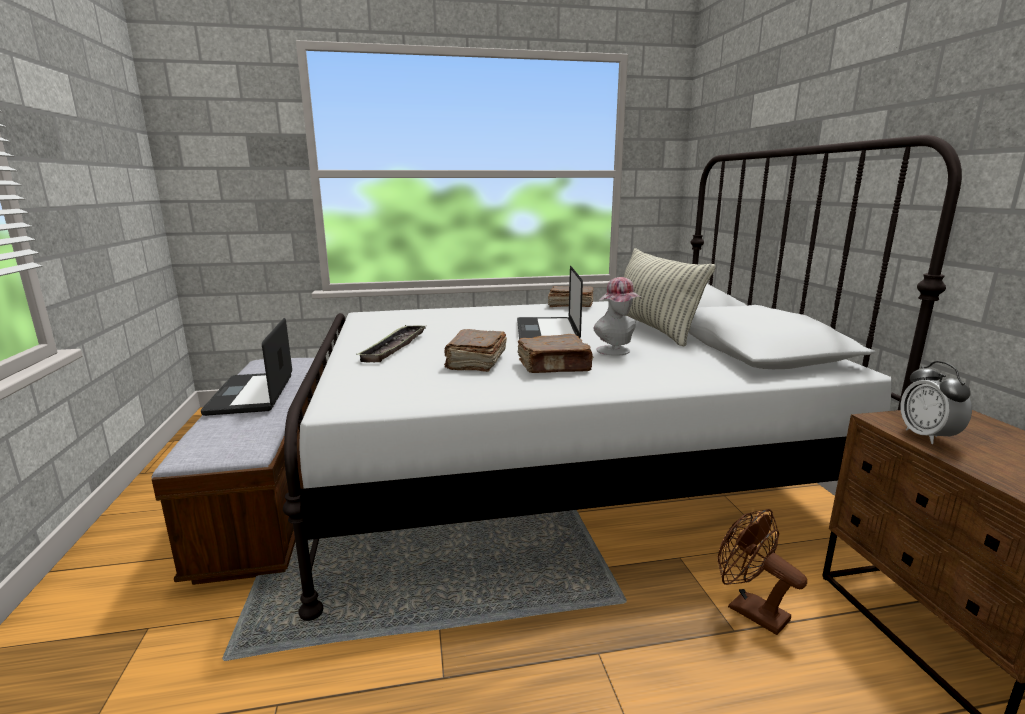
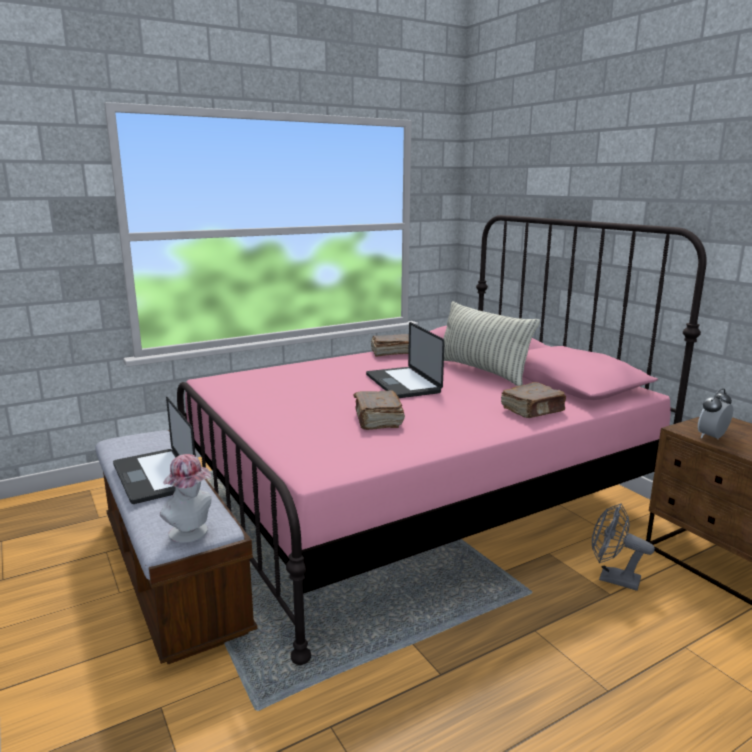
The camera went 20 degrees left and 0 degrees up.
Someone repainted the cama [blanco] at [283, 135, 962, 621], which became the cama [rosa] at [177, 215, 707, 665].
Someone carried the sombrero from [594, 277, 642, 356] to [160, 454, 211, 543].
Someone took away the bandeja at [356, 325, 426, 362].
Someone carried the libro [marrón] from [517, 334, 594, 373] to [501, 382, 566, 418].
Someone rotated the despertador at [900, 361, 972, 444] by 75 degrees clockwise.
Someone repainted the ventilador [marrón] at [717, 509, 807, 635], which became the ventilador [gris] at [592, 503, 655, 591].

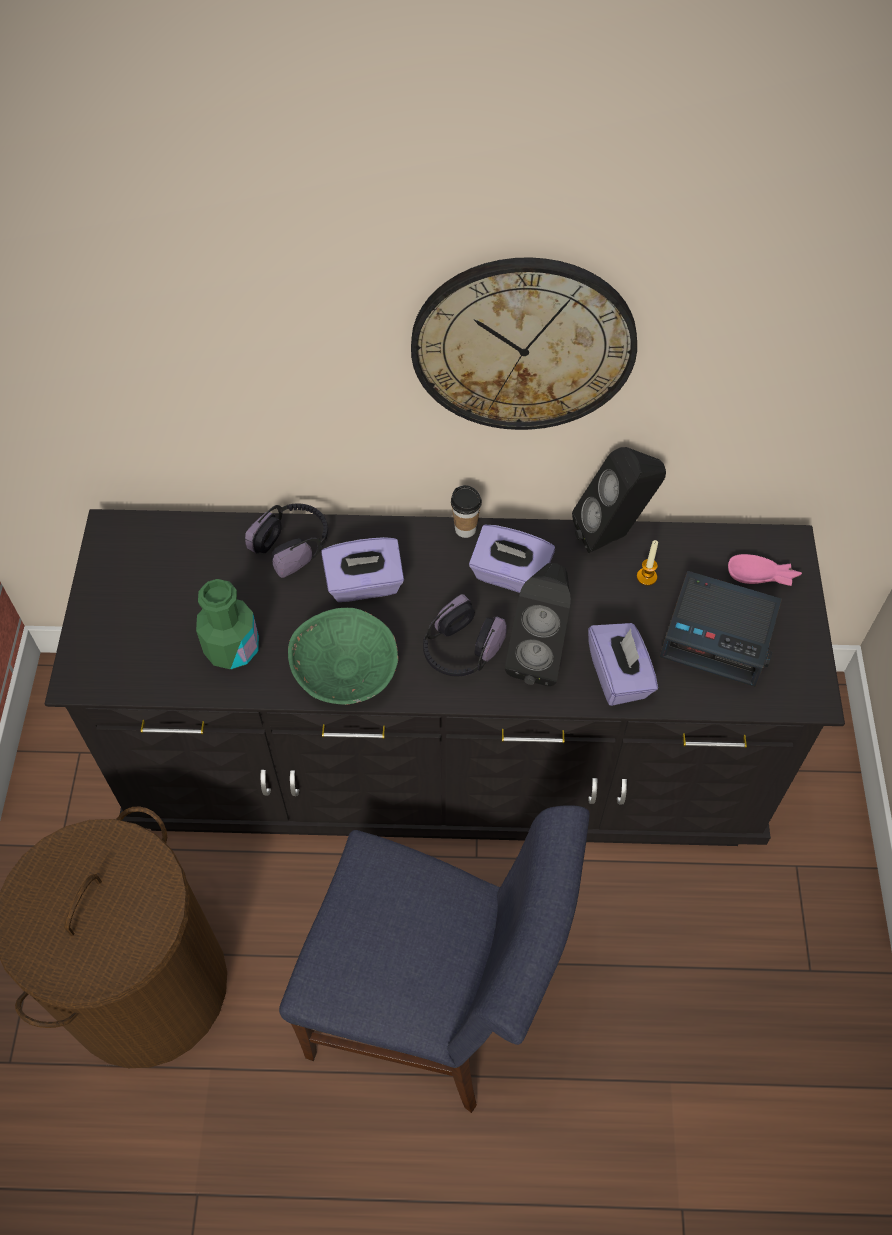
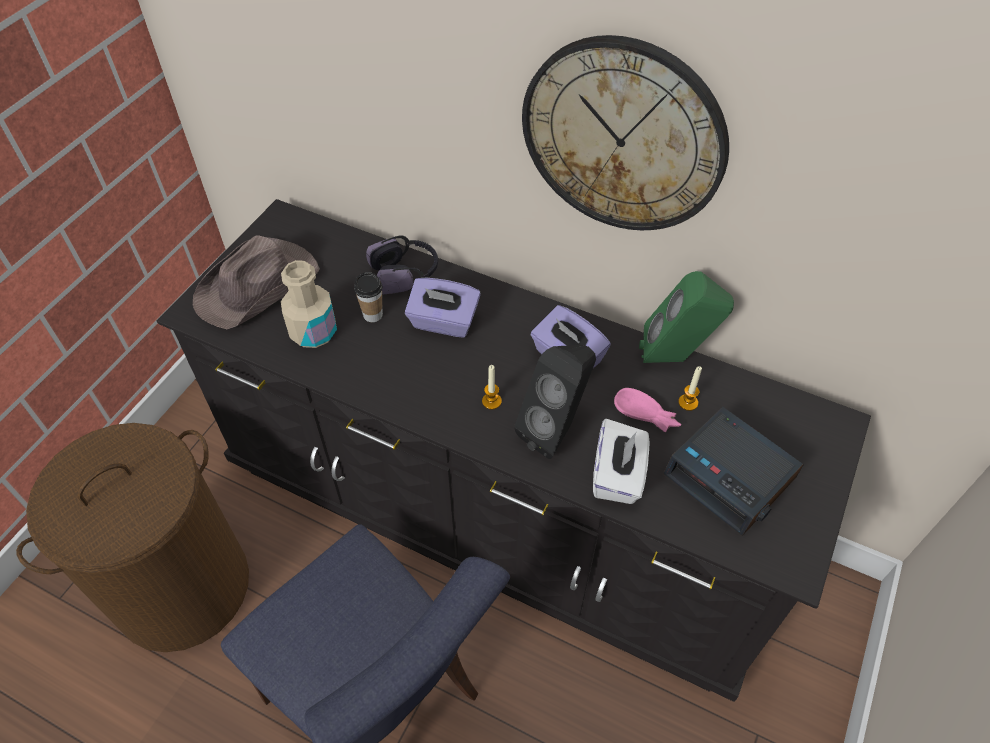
The camera went 25 degrees right and 5 degrees down.
Someone repainted the altavoz [negro] at [572, 447, 666, 553], which became the altavoz [verde] at [639, 271, 734, 363].
Someone carried the taza from [451, 485, 482, 538] to [354, 272, 383, 322].
Someone carried the cuenco [rosa] from [728, 554, 802, 586] to [614, 388, 681, 432].
Someone repainted the botella [verde] at [196, 579, 259, 669], which became the botella [beis] at [281, 260, 337, 348].
Someone swapped the auriculares at [423, 594, 507, 676] for the vela at [482, 365, 502, 410].
Someone took away the cuenco [verde] at [288, 608, 398, 705].
Someone repainted the caja de pañuelos [morado] at [588, 623, 658, 706], which became the caja de pañuelos [blanco] at [593, 419, 650, 504].
Someone put down the sombrero [marrón] at [193, 235, 320, 329].

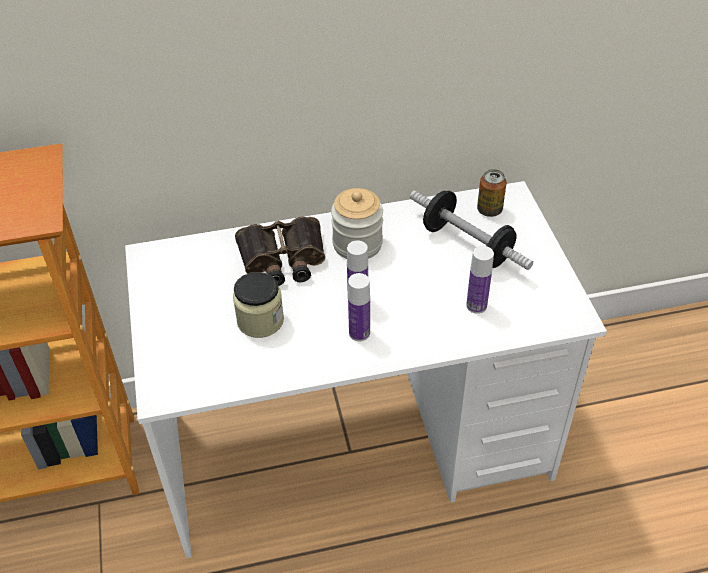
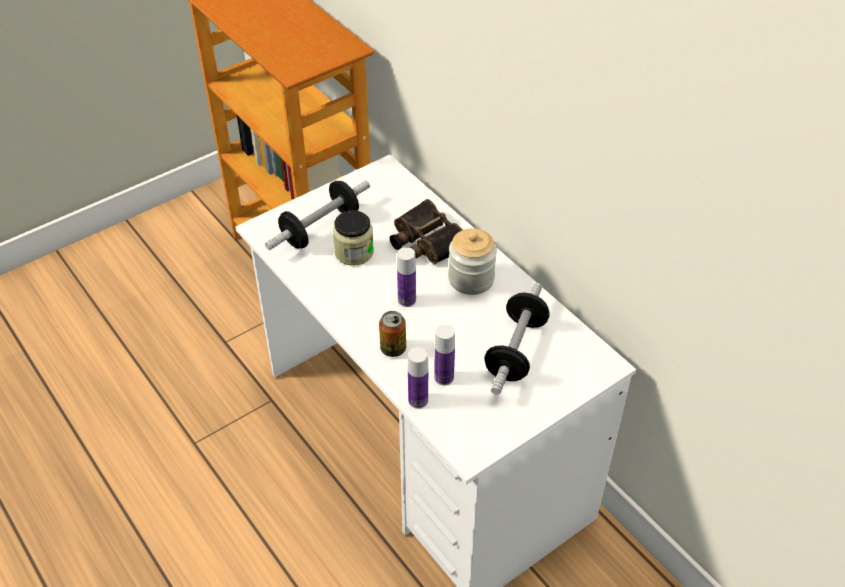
The camera went 65 degrees right and 0 degrees up.
Someone carried the lata from [477, 169, 507, 217] to [379, 311, 406, 357].
Someone carried the botella from [348, 273, 370, 341] to [408, 347, 428, 409].
Someone put down the mancuerna at [265, 180, 370, 250].

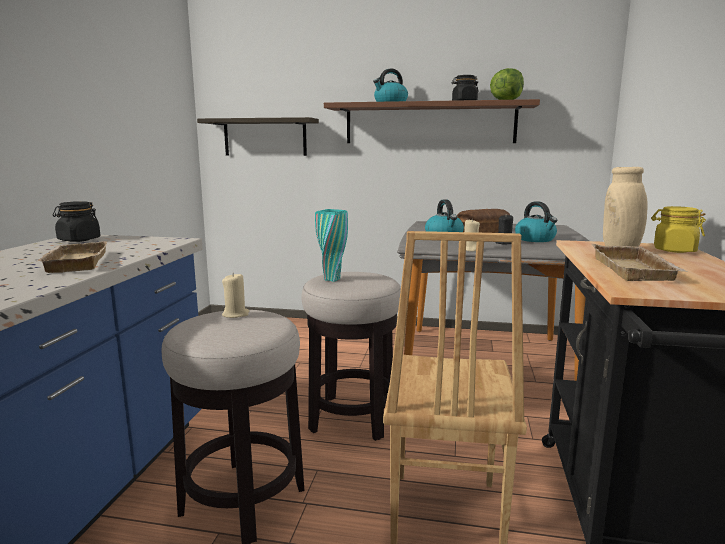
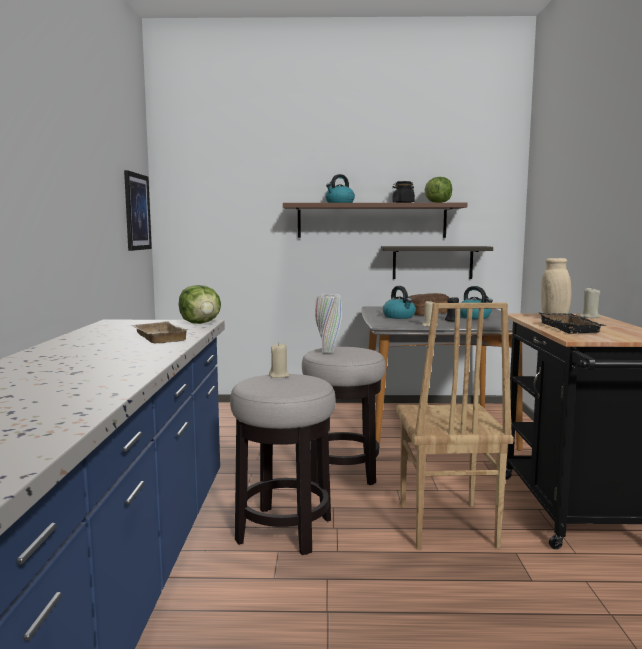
The camera went 10 degrees left and 5 degrees down.
Someone carried the estante from [197, 117, 319, 156] to [381, 246, 493, 279].
Someone took away the tarro [negro] at [53, 201, 101, 242].
Someone swapped the tarro [amarillo] at [651, 206, 706, 253] for the vela [beis] at [579, 287, 600, 318].
Someone repainted the florero [turquesa] at [315, 209, 348, 282], which became the florero [blanco] at [315, 294, 342, 353].
Someone repainted the bandeja [beis] at [592, 244, 687, 281], which became the bandeja [negro] at [539, 313, 605, 334].
Someone put up the cuadro at [124, 170, 152, 251].
Someone put down the lechuga at [179, 285, 221, 324].

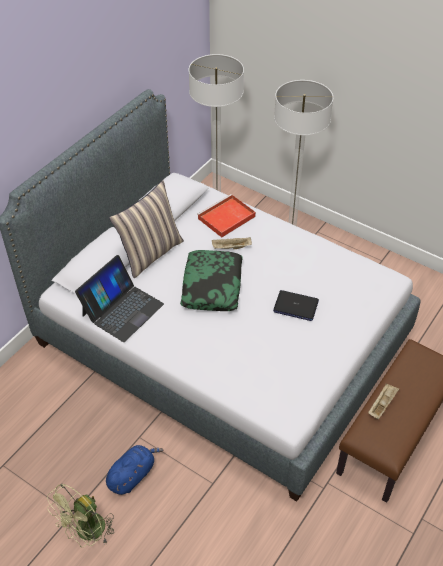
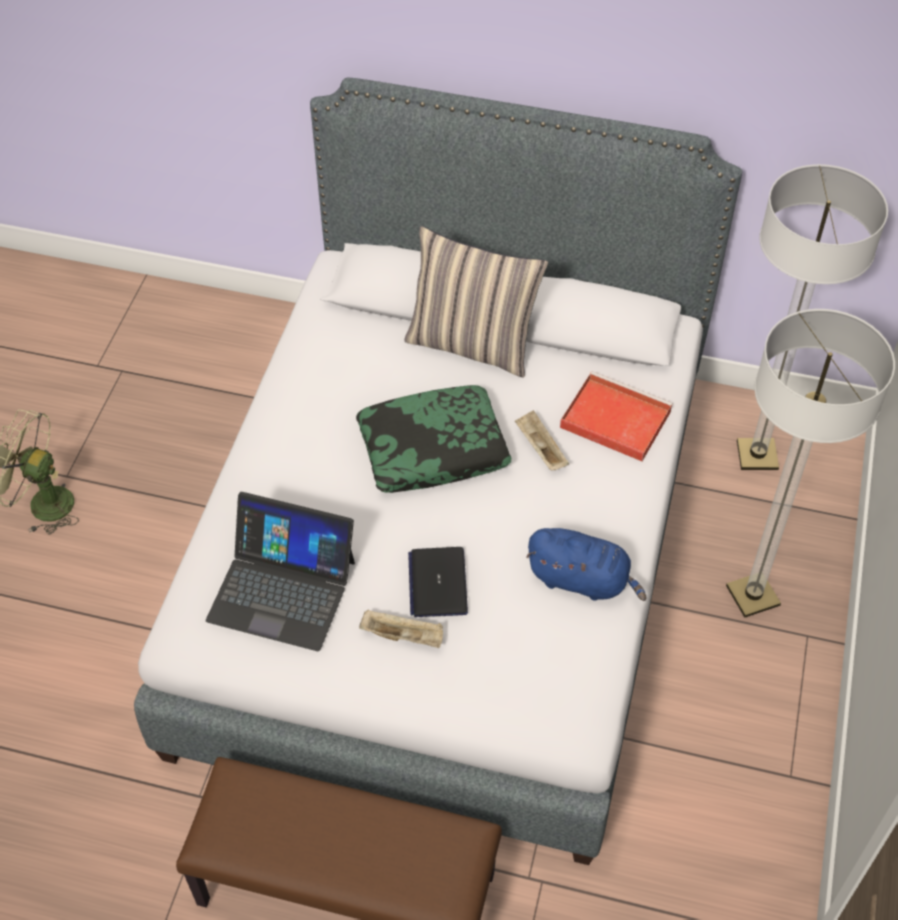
The camera went 70 degrees right and 5 degrees up.
Someone carried the portátil from [75, 255, 164, 342] to [206, 492, 355, 651].
Someone carried the bandeja [beis] from [368, 384, 399, 419] to [359, 609, 443, 648].
Someone carried the peluche [azul] from [106, 445, 163, 495] to [526, 528, 646, 601].

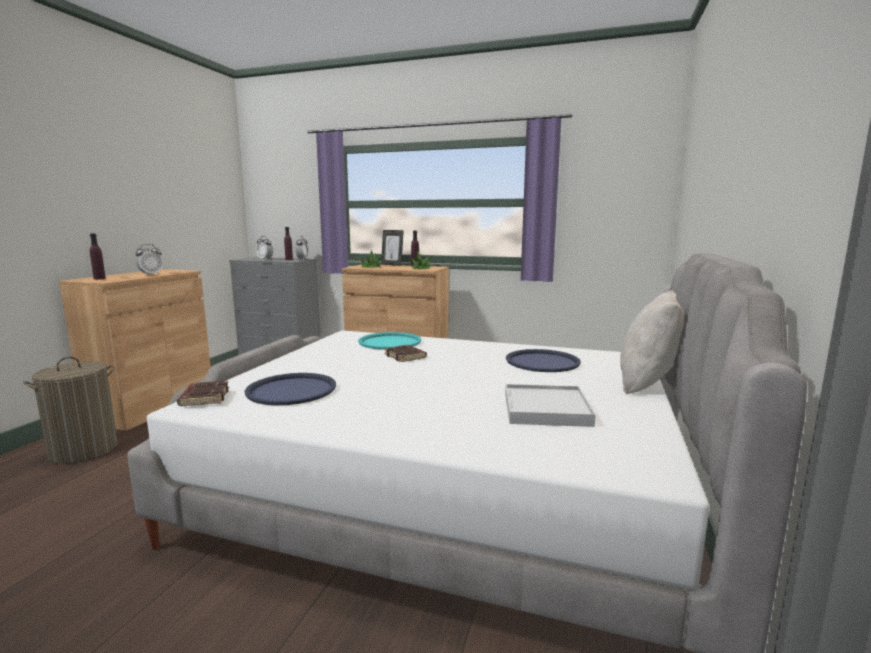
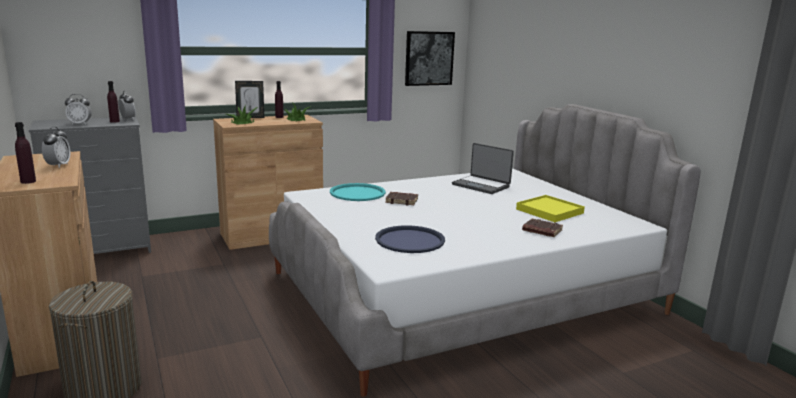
The camera went 45 degrees left and 5 degrees up.
Someone took away the cojín [beis] at [620, 290, 684, 395].
Someone swapped the bandeja [azul] at [506, 349, 581, 372] for the portátil at [452, 143, 514, 194].
Someone carried the libro [marrón] from [177, 381, 229, 406] to [522, 218, 563, 237].
Someone repainted the bandeja [blanco] at [505, 384, 596, 427], which became the bandeja [amarillo] at [516, 195, 585, 222].
Someone put up the cuadro at [405, 31, 455, 86].

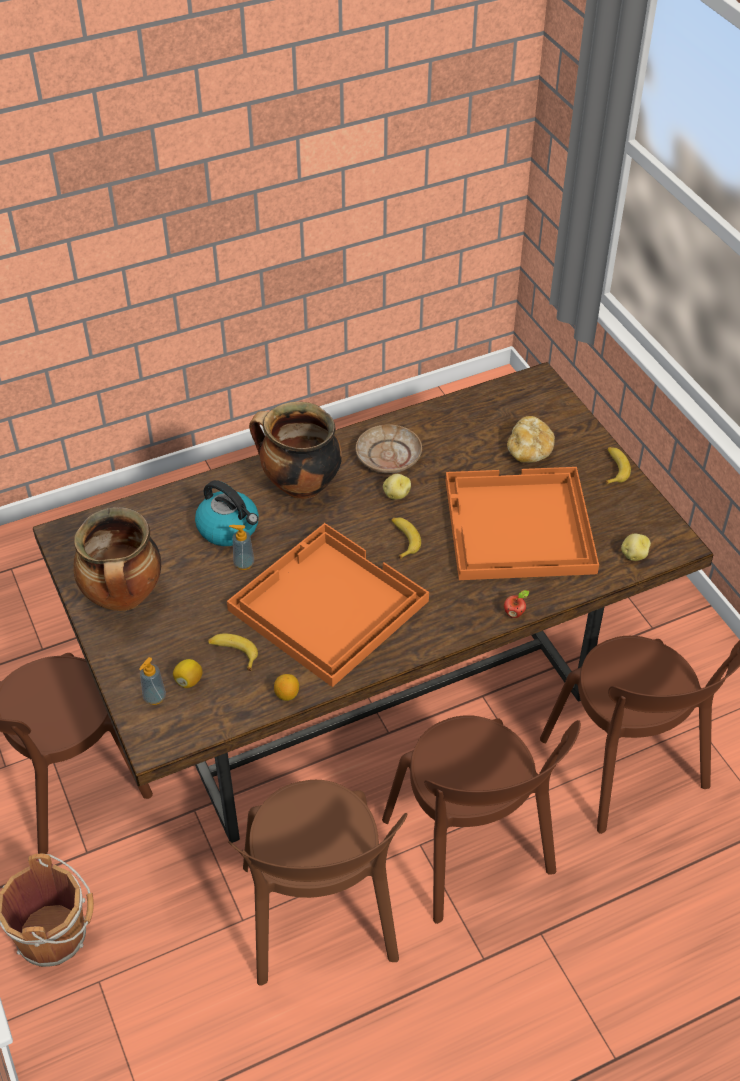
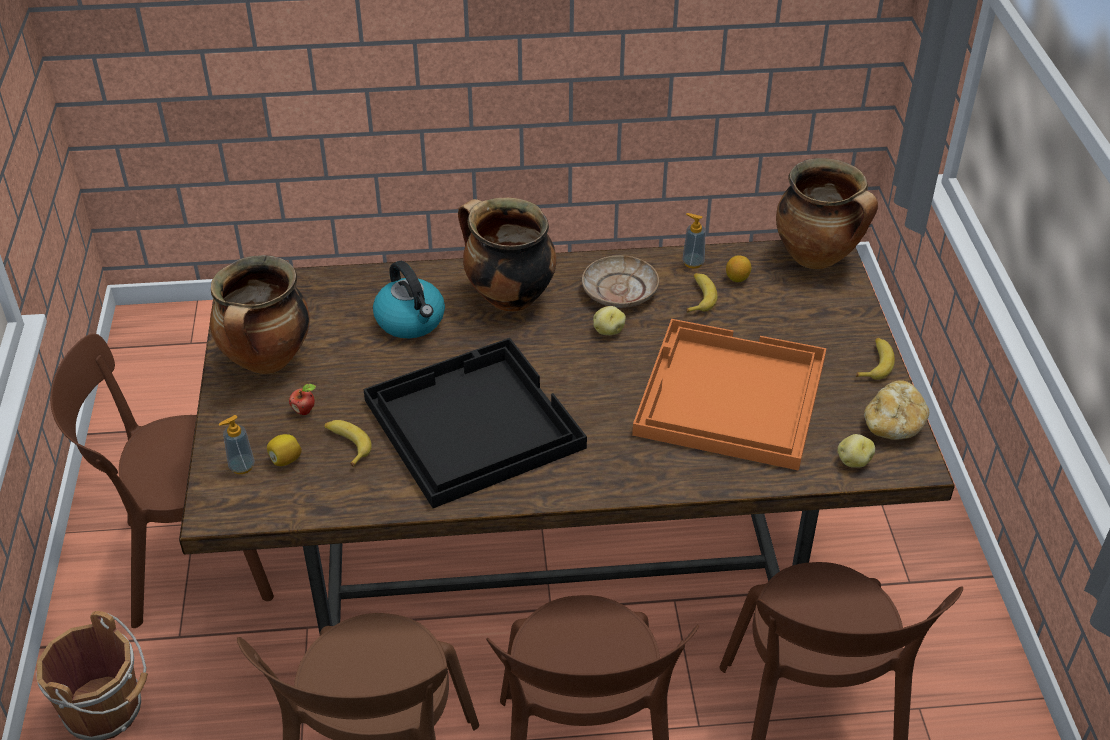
The camera went 20 degrees right and 5 degrees down.
Someone carried the pan from [507, 416, 555, 463] to [864, 381, 929, 440].
Someone carried the plátano from [391, 518, 421, 560] to [687, 273, 717, 313].
Someone repainted the bandeja [naranja] at [227, 523, 429, 687], which became the bandeja [negro] at [363, 338, 587, 508].
Someone carried the dispensador de jabón from [229, 525, 254, 570] to [682, 213, 706, 269].
Someone carried the manzana from [504, 590, 529, 618] to [289, 384, 316, 415].
Someone carried the limón from [274, 674, 299, 701] to [726, 255, 751, 282].
Someone put down the olla at [776, 158, 878, 269].

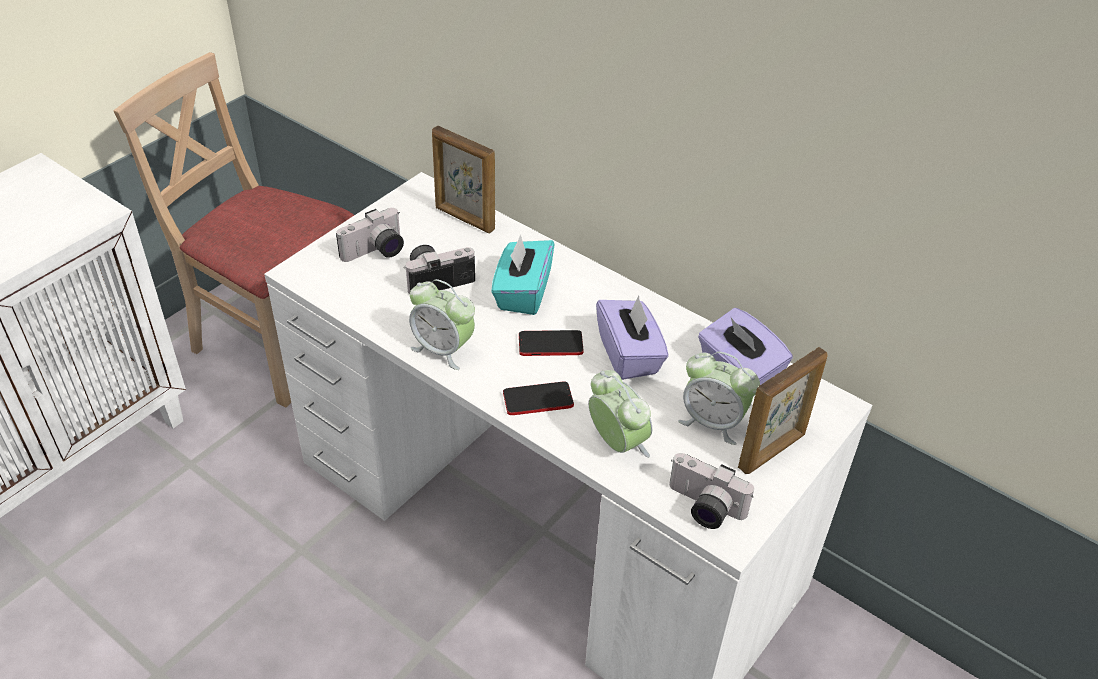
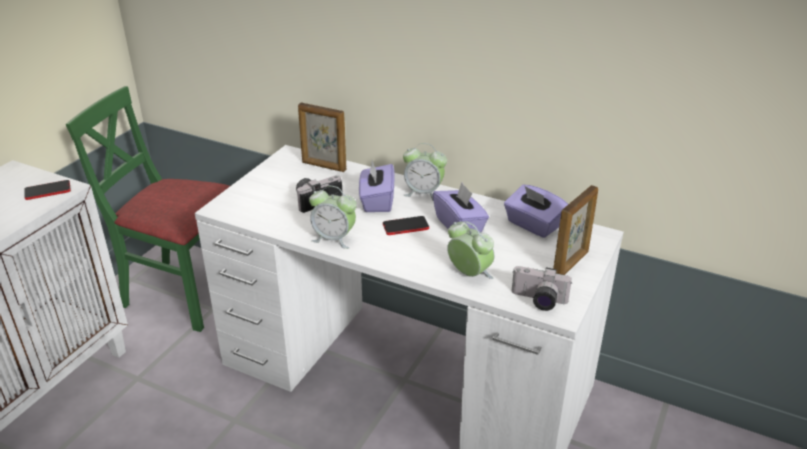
The camera went 10 degrees left and 10 degrees down.
Someone repainted the silla [beis] at [114, 52, 354, 407], which became the silla [verde] at [66, 86, 230, 332].
Someone took away the cámara at [336, 208, 404, 262].
Someone repainted the caja de pañuelos [turquesa] at [491, 234, 555, 315], which became the caja de pañuelos [morado] at [359, 160, 394, 212].
Someone carried the despertador from [678, 352, 760, 445] to [403, 143, 447, 201].
Someone carried the móvil from [503, 382, 574, 415] to [24, 180, 71, 200].

